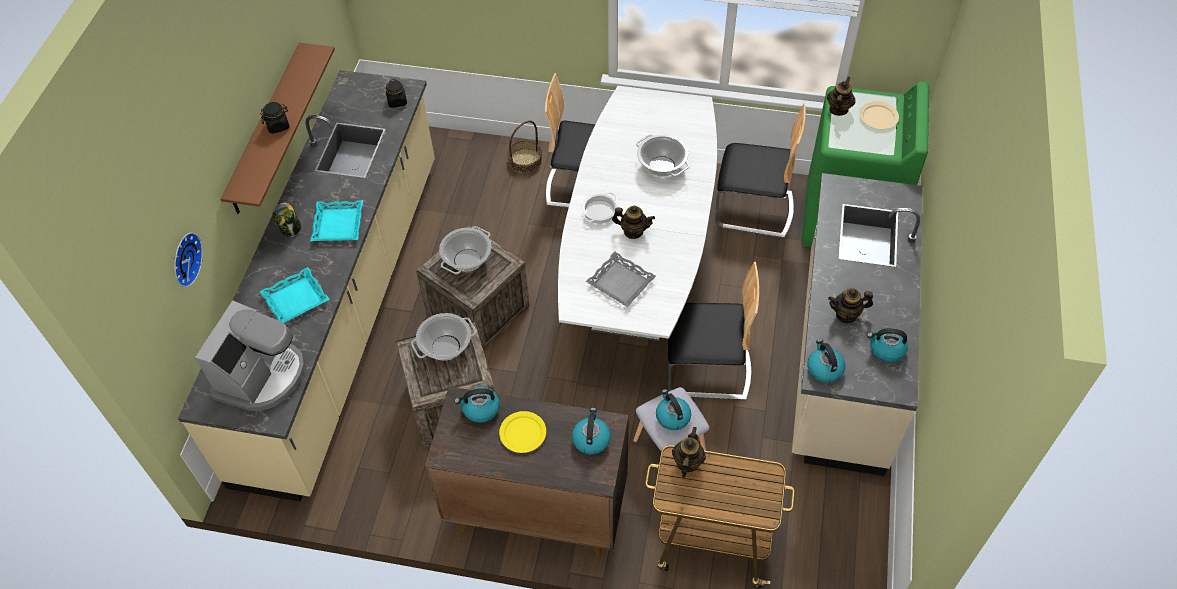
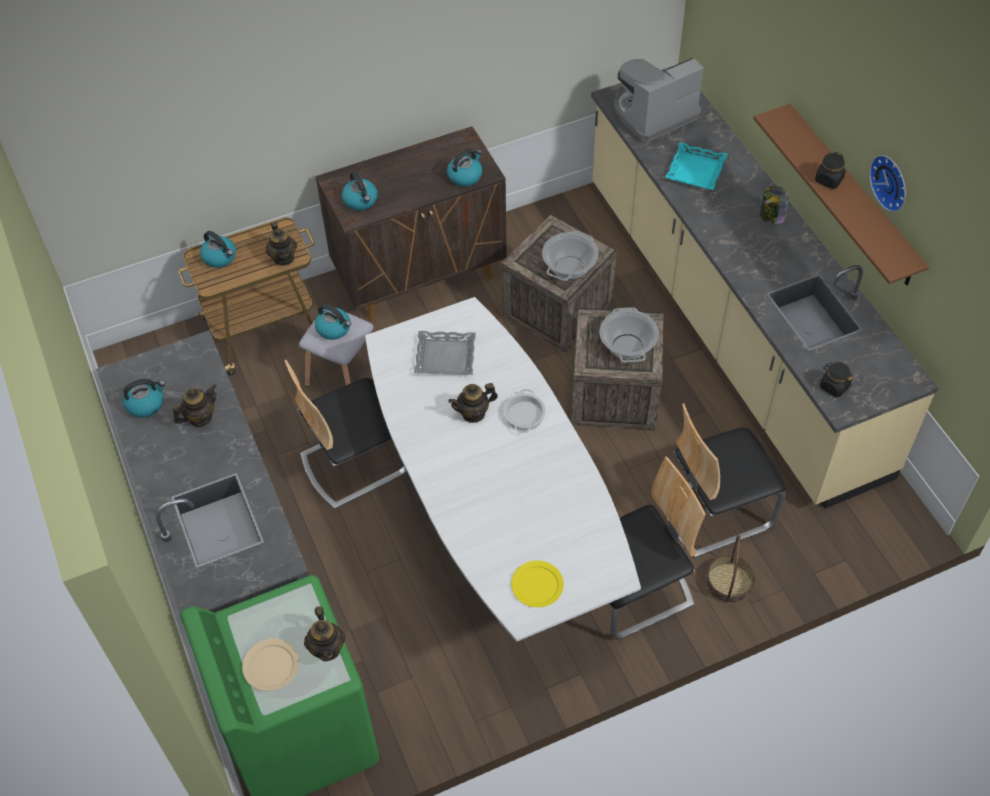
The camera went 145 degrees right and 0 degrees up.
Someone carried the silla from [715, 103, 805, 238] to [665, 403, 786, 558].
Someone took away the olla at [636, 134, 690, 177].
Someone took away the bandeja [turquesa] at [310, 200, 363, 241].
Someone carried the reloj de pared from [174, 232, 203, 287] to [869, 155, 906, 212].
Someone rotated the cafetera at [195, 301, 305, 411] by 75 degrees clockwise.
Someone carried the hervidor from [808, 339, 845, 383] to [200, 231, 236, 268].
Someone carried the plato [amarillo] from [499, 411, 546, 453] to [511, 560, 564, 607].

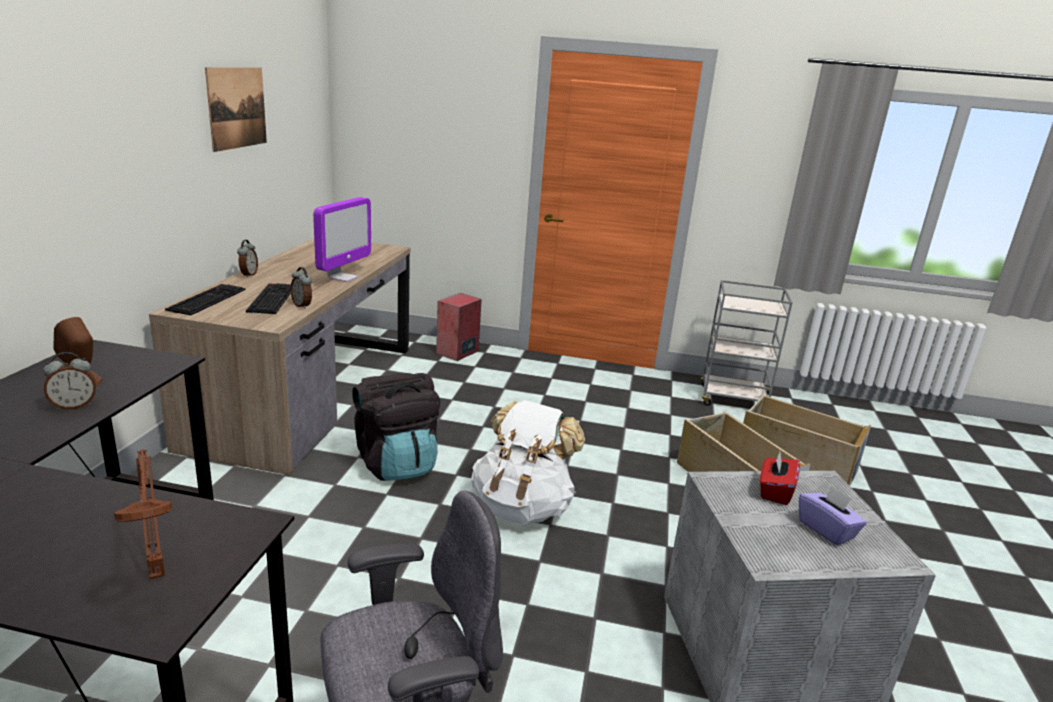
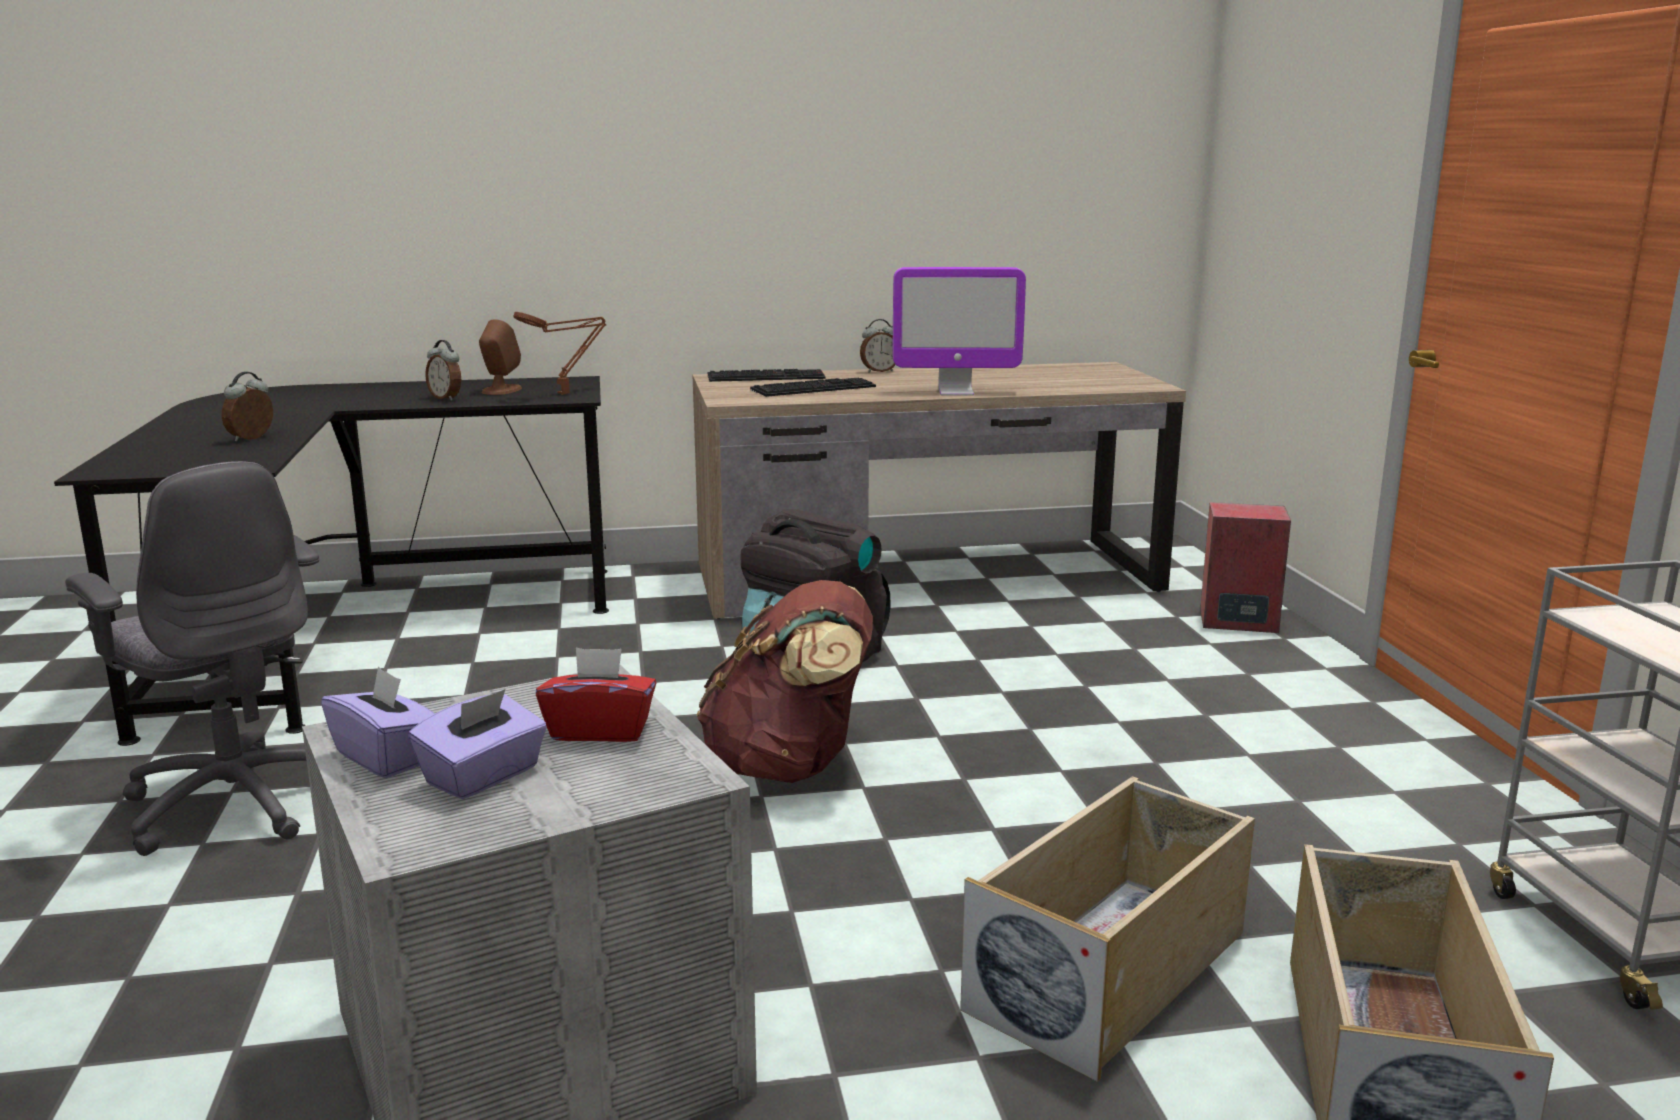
The camera went 70 degrees right and 5 degrees down.
Someone took away the cuadro at [205, 67, 267, 152].
Someone carried the despertador from [291, 267, 312, 309] to [221, 371, 273, 442].
Someone repainted the mochila [blanco] at [471, 400, 585, 525], which became the mochila [marrón] at [696, 580, 873, 783].
Someone carried the lámpara de mesa [marrón] from [114, 449, 172, 579] to [513, 312, 606, 395].
Someone put down the caja de pañuelos [morado] at [321, 666, 435, 778].

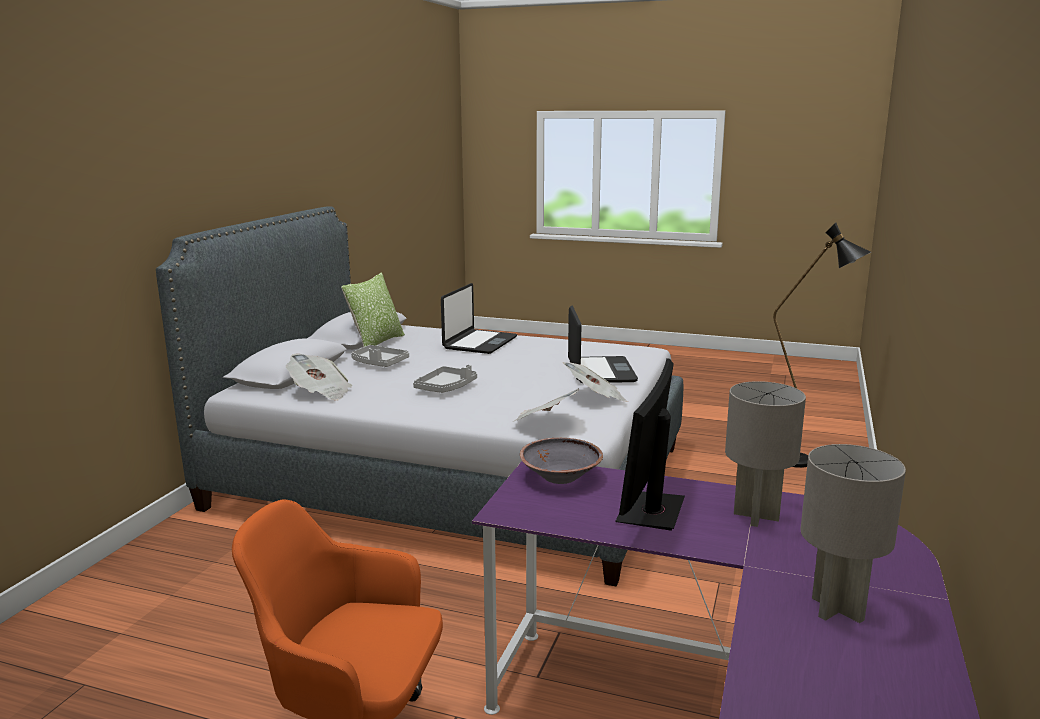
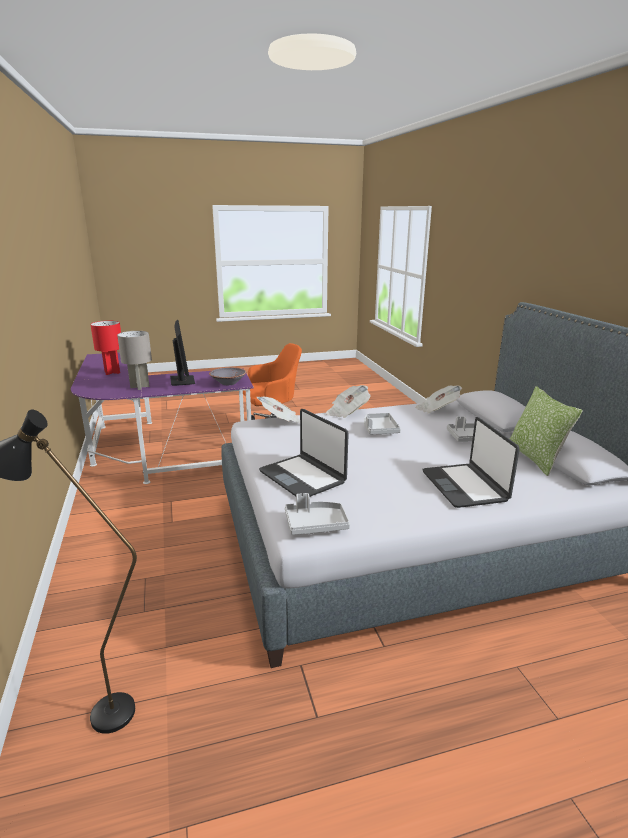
The camera went 145 degrees right and 5 degrees up.
Someone carried the periódico from [563, 362, 628, 402] to [326, 385, 370, 418].
Someone repainted the lámpara de mesa [gris] at [800, 444, 906, 623], which became the lámpara de mesa [rojo] at [90, 321, 121, 375].
Someone put down the bandeja [gris] at [285, 493, 350, 535].

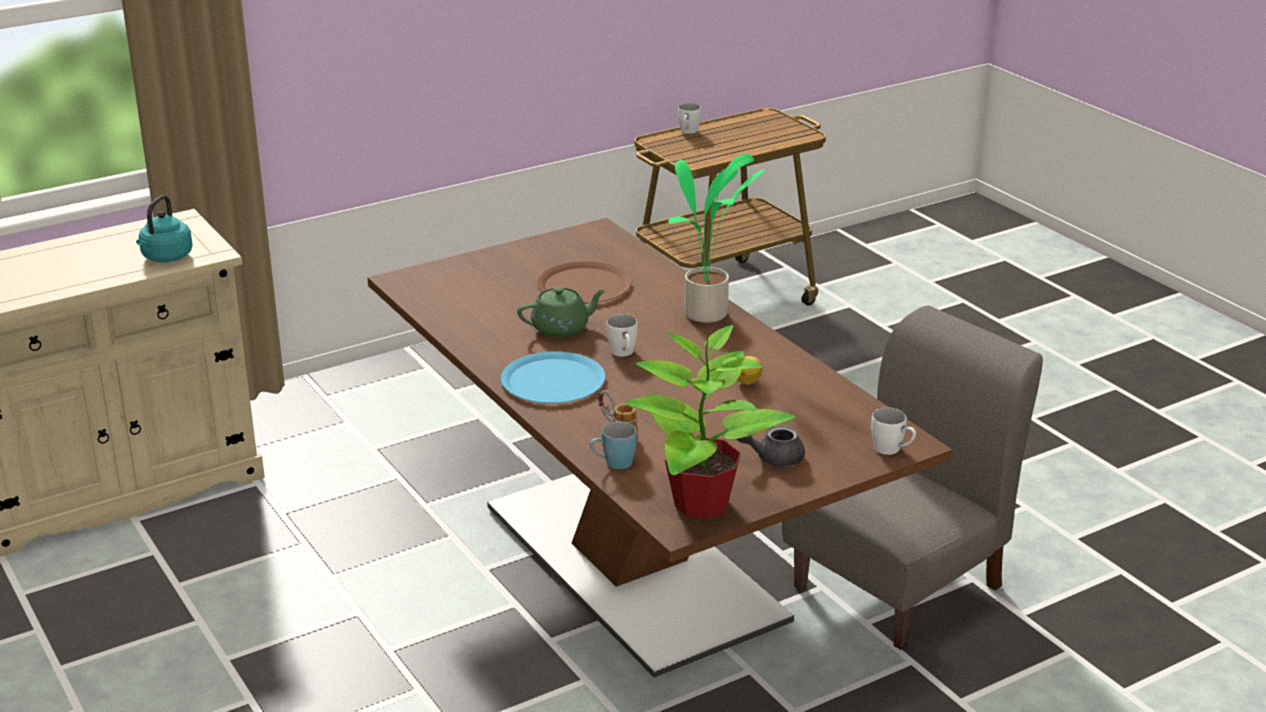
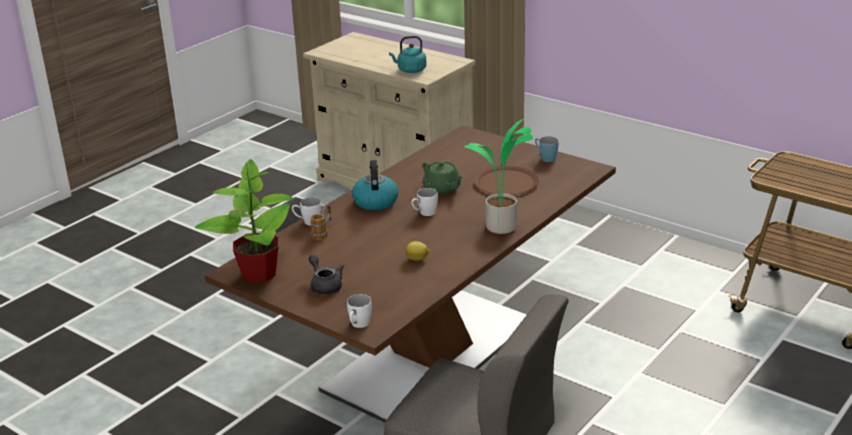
The camera went 70 degrees right and 0 degrees up.
Someone carried the taza grande [blanco] from [678, 103, 701, 134] to [292, 197, 321, 226].
Someone swapped the plato [azul] at [501, 351, 606, 403] for the hervidor at [352, 160, 399, 210].
Someone carried the taza grande [azul] from [590, 421, 637, 469] to [535, 136, 559, 162].

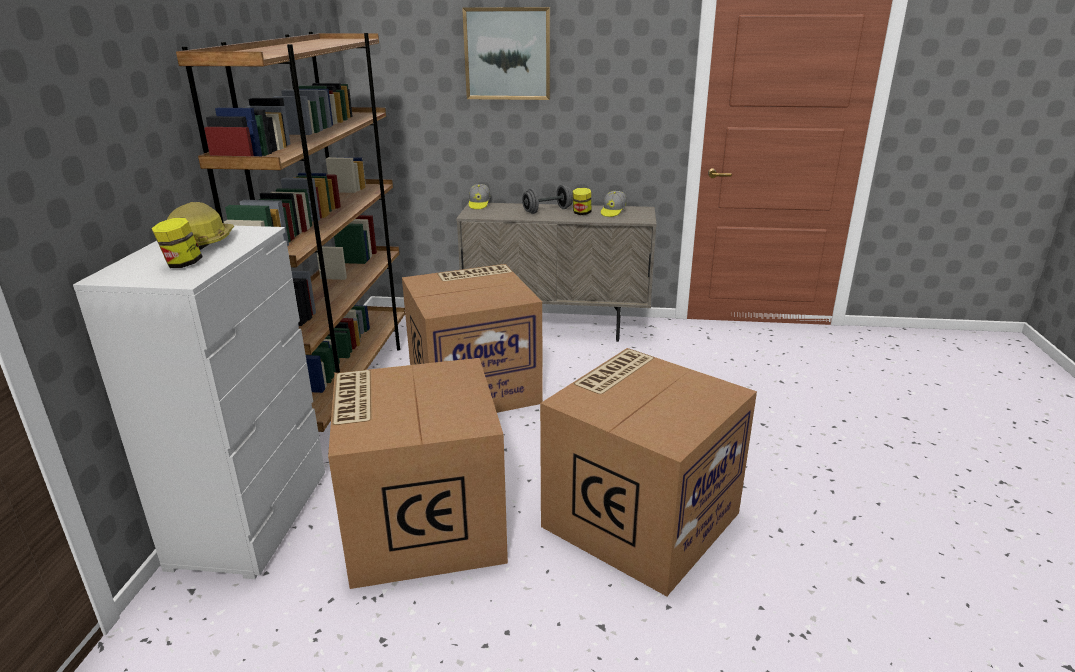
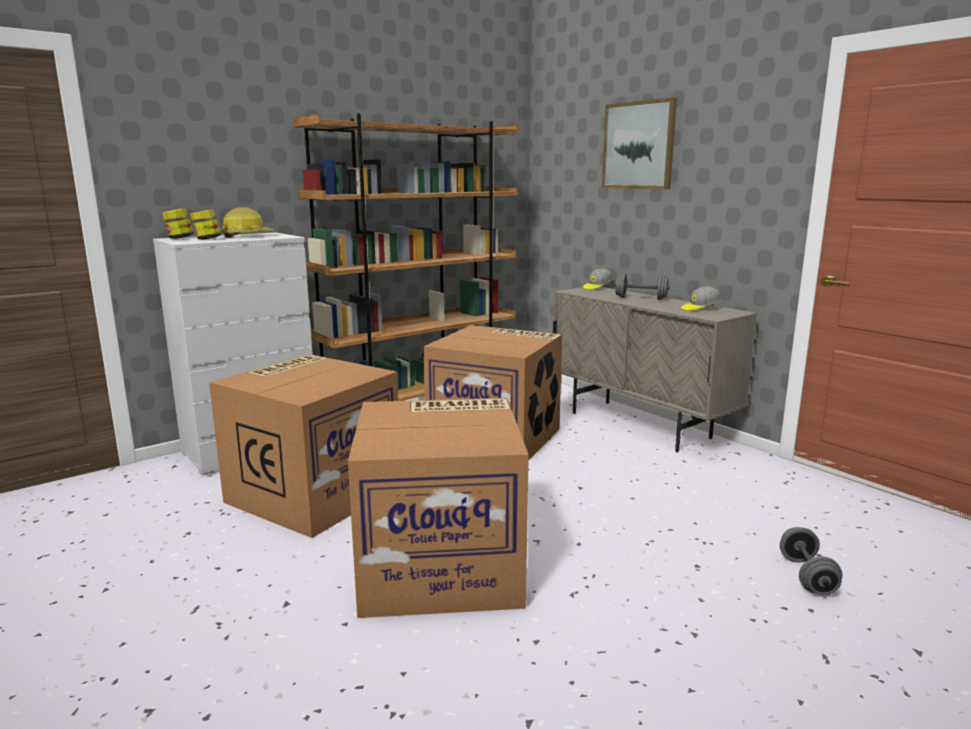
The camera went 45 degrees right and 10 degrees down.
Someone carried the tarro from [573, 188, 591, 215] to [162, 208, 194, 239].
Someone put down the mancuerna [gris] at [780, 527, 842, 595].

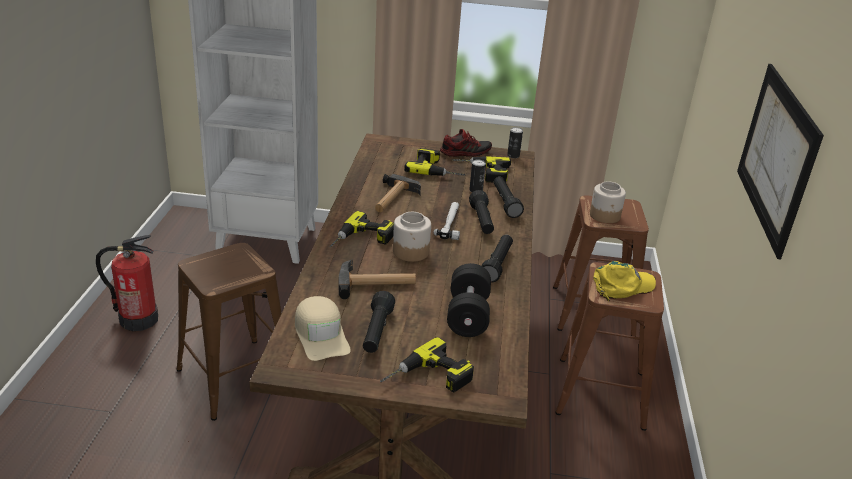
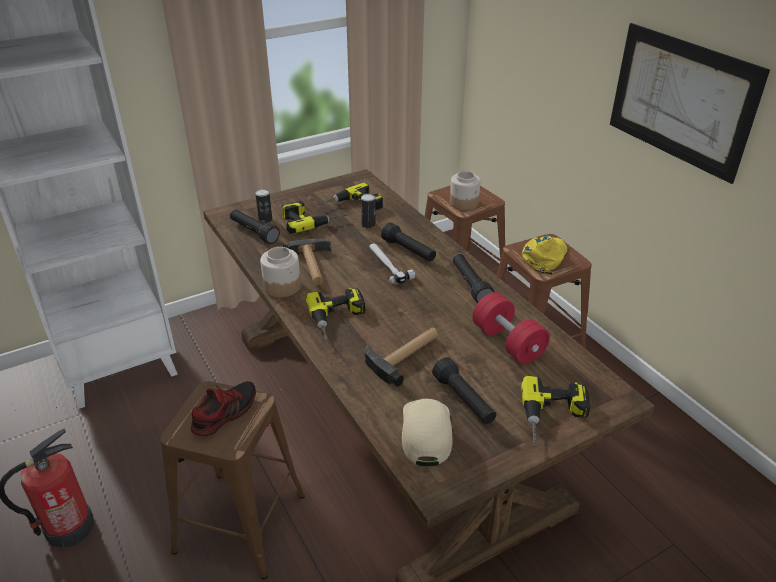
The camera went 35 degrees left and 5 degrees up.
Someone carried the lata from [507, 127, 523, 158] to [255, 189, 272, 223].
Someone carried the zapato from [440, 129, 492, 157] to [191, 381, 256, 436].
Someone carried the linterna [negro] from [494, 177, 524, 218] to [230, 209, 280, 244].
Someone carried the tarro from [393, 212, 431, 262] to [260, 247, 301, 297].
Someone repainted the mancuerna [negro] at [447, 263, 491, 337], which became the mancuerna [rojo] at [472, 292, 550, 364].
Someone rotated the gorra [beis] at [295, 296, 351, 361] by 120 degrees counterclockwise.

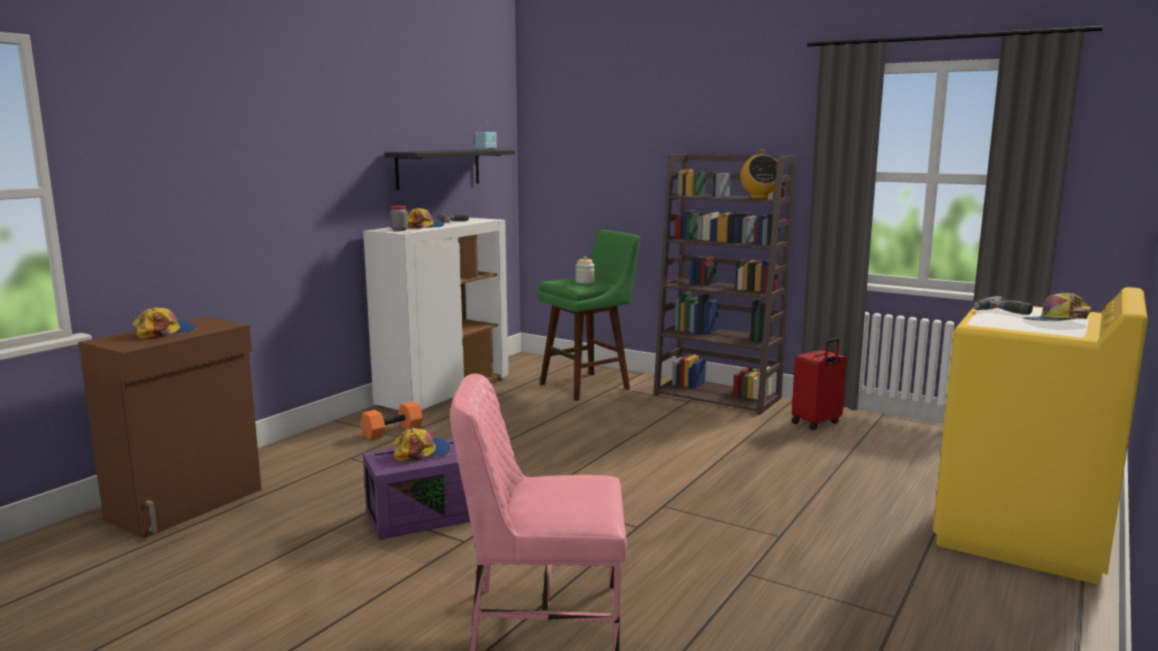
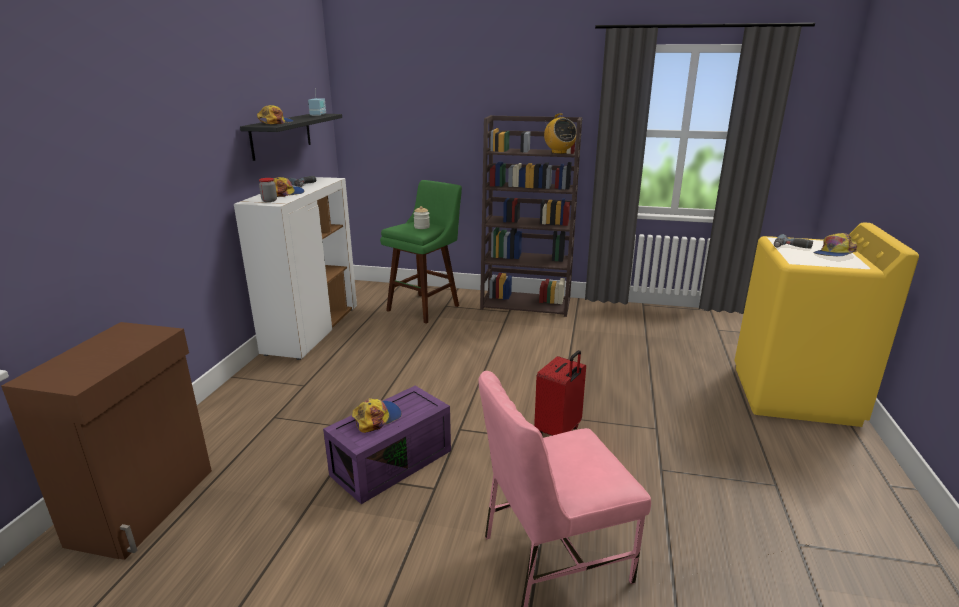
The camera went 20 degrees left and 10 degrees up.
Someone carried the gorra from [132, 308, 196, 339] to [257, 105, 294, 124].
Someone carried the maleta [rojo] from [792, 338, 847, 430] to [534, 350, 586, 436].
Someone took away the mancuerna [naranja] at [360, 401, 423, 440].

